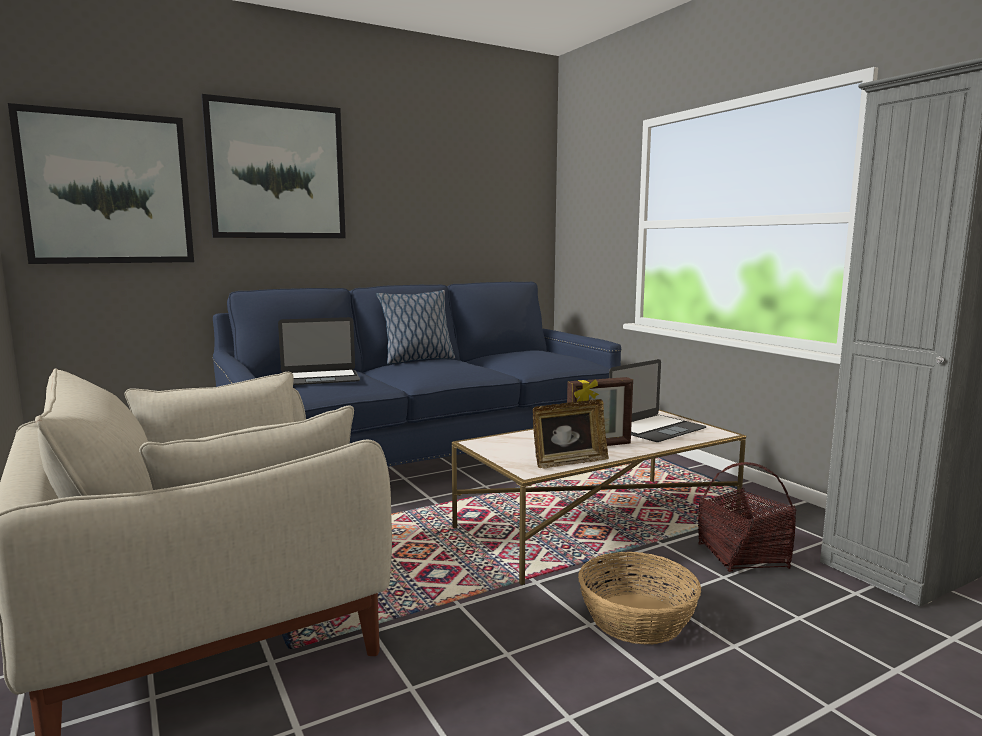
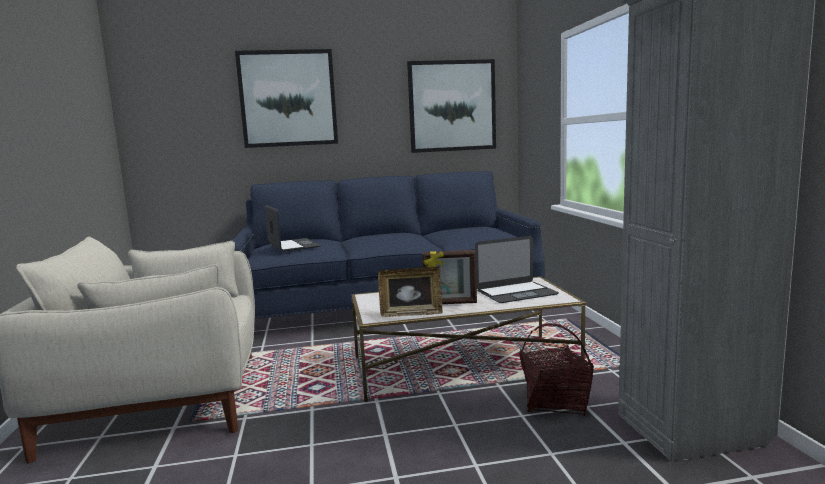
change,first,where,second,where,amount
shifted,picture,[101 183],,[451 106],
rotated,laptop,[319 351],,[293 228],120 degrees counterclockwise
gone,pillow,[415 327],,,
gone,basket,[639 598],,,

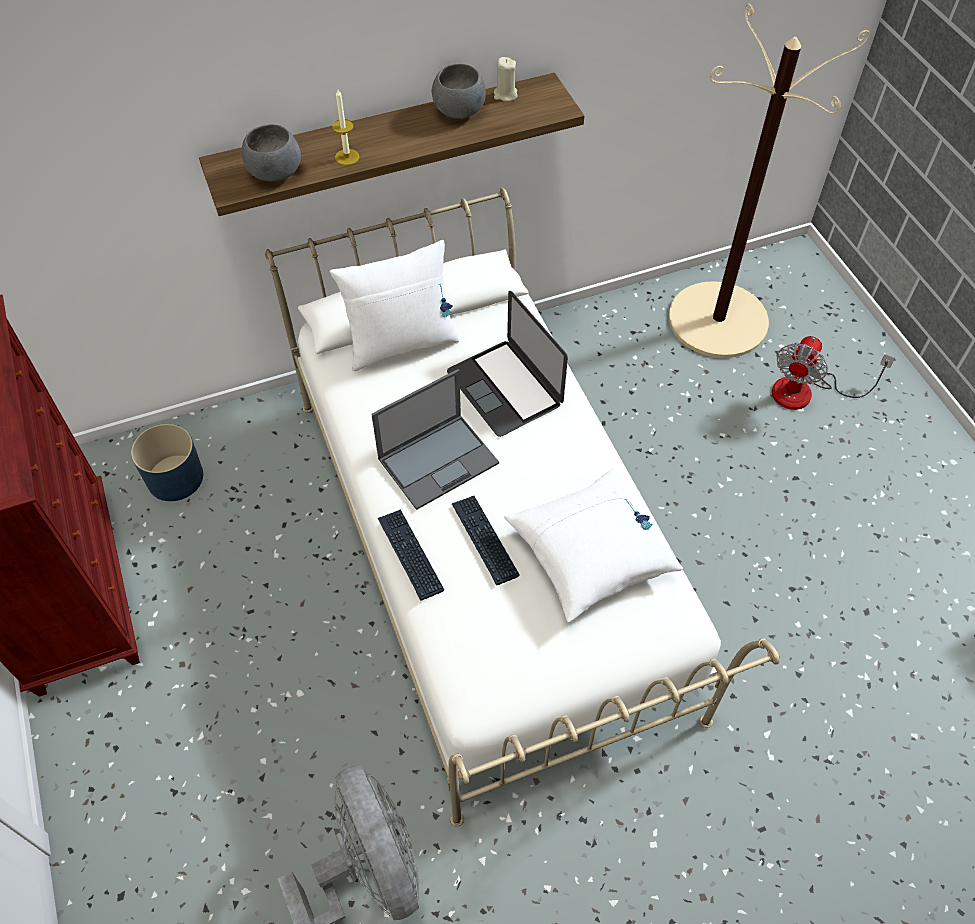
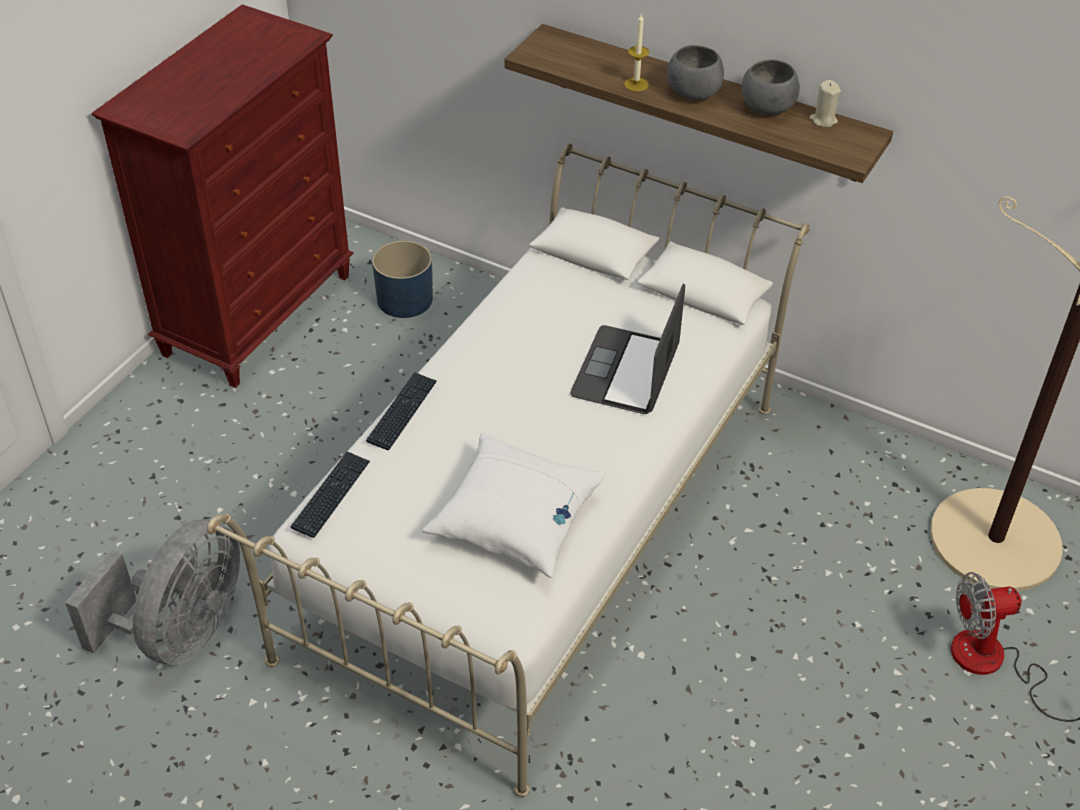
change,first,where,second,where,amount
shifted,bowl (grey),[271 153],,[695 72],
gone,pillow (white),[394 305],,,
gone,laptop,[435 439],,,
shifted,keyboard,[486 540],,[330 494],

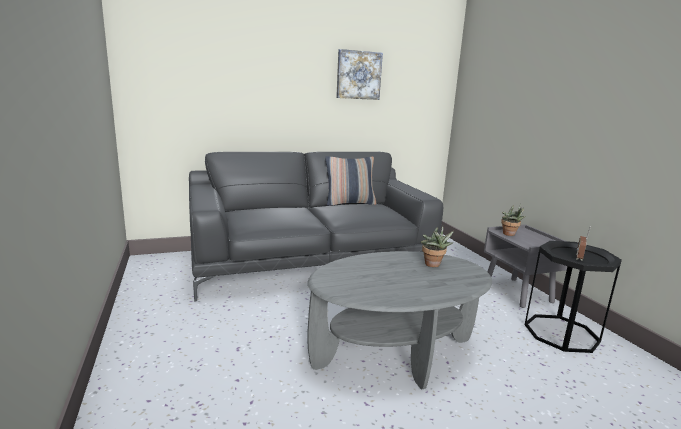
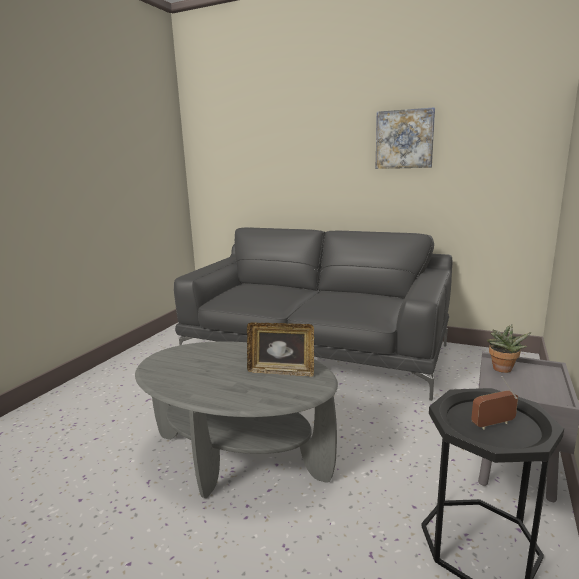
change,first,where,second,where,amount
gone,pillow,[350 181],,,
swapped,potted plant,[437 246],picture frame,[280 350],

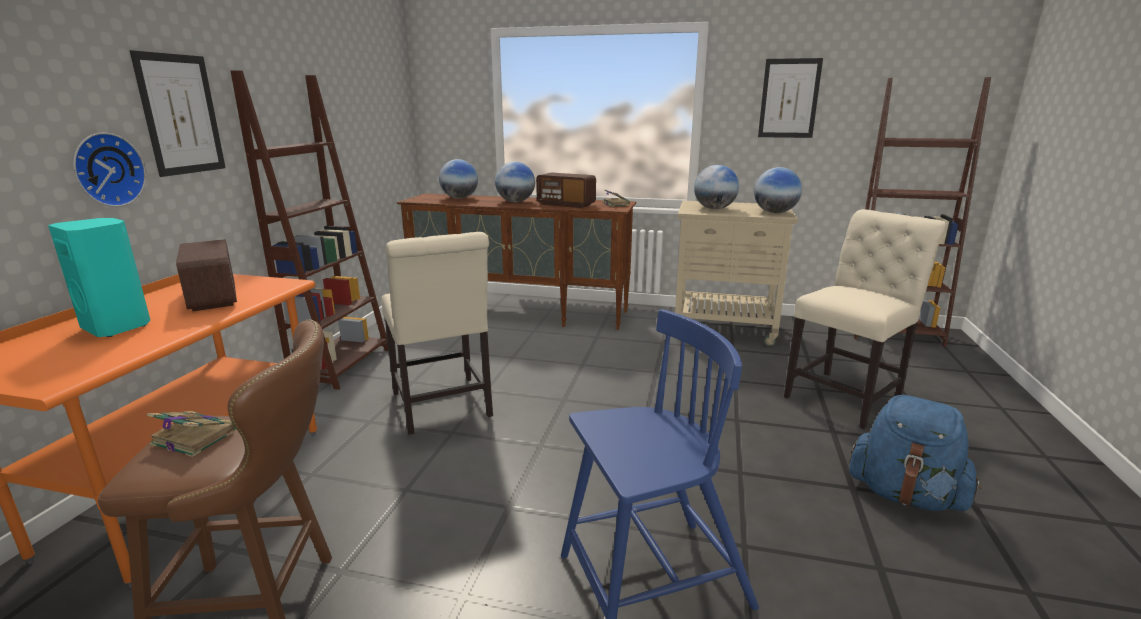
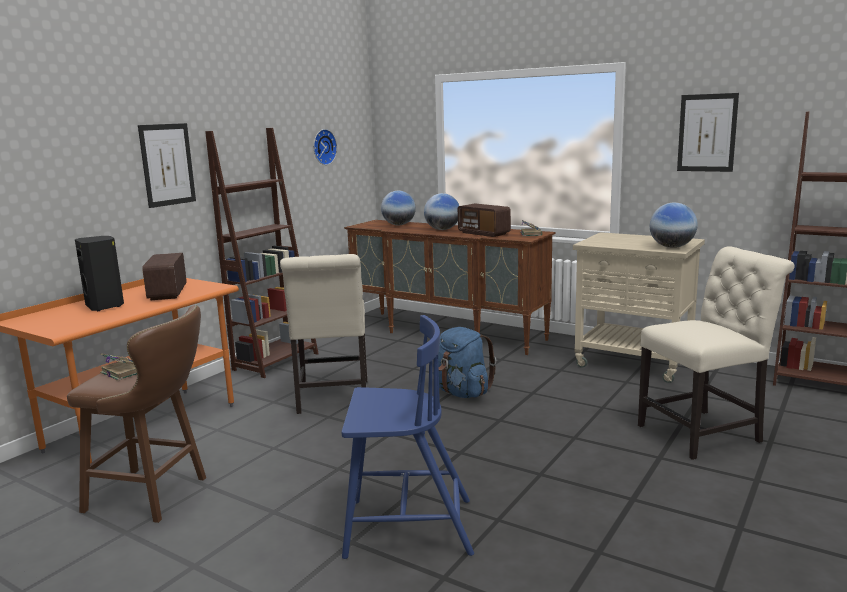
change,first,where,second,where,amount
repainted,speaker (turquoise),[99 277],speaker (black),[99 273],
shifted,wall clock,[109 170],,[325 147],
gone,globe,[716 187],,,
shifted,backpack (blue),[915 453],,[467 362],

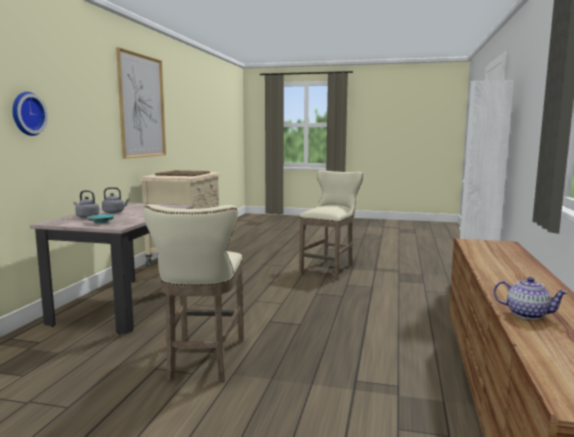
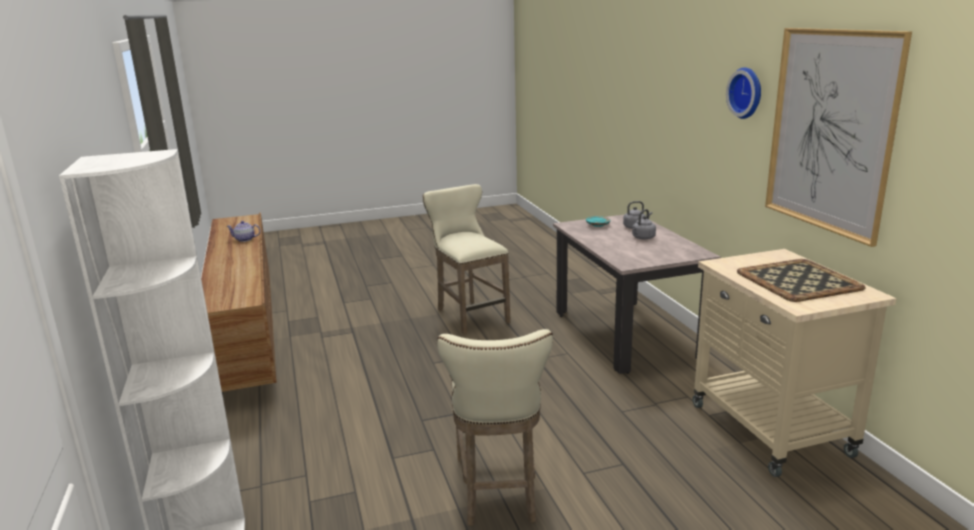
change,first,where,second,where,amount
shifted,wall clock,[30 114],,[743 93],

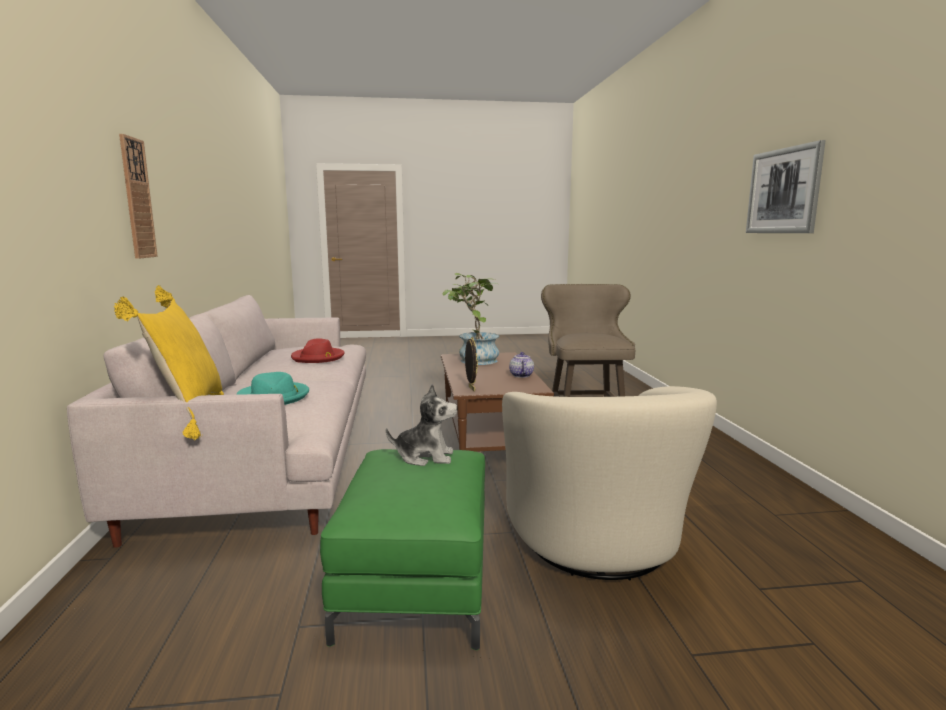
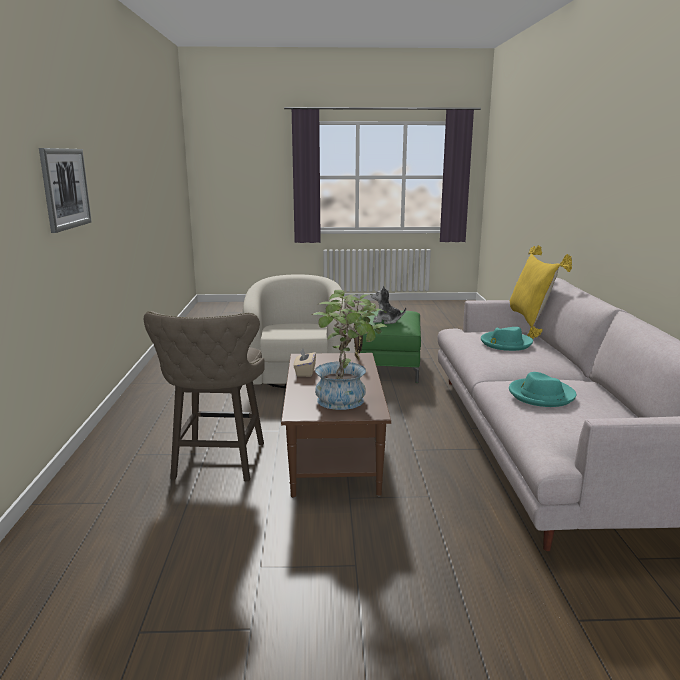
change,first,where,second,where,amount
gone,wall clock,[138 196],,,
repainted,hat (red),[318 350],hat (turquoise),[542 389],
swapped,teapot,[521 365],tissue box (beige),[305 362],

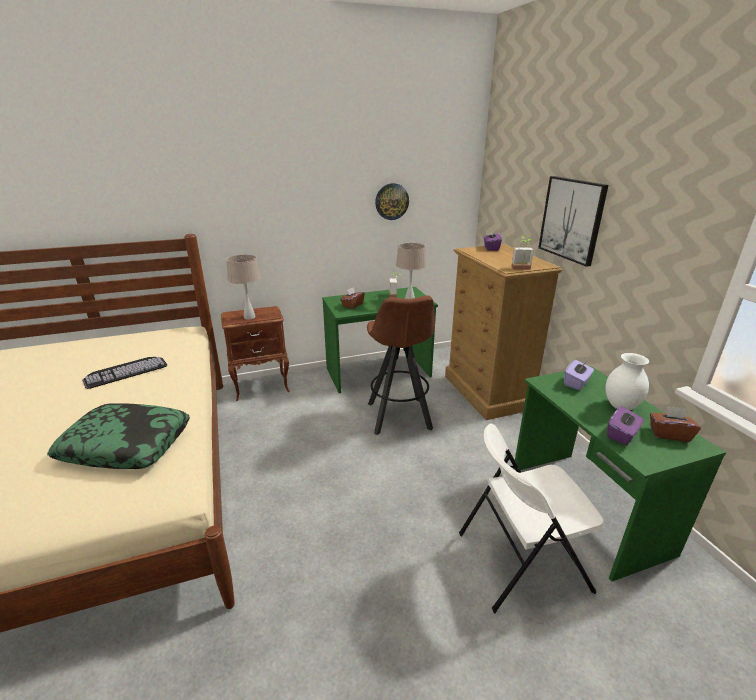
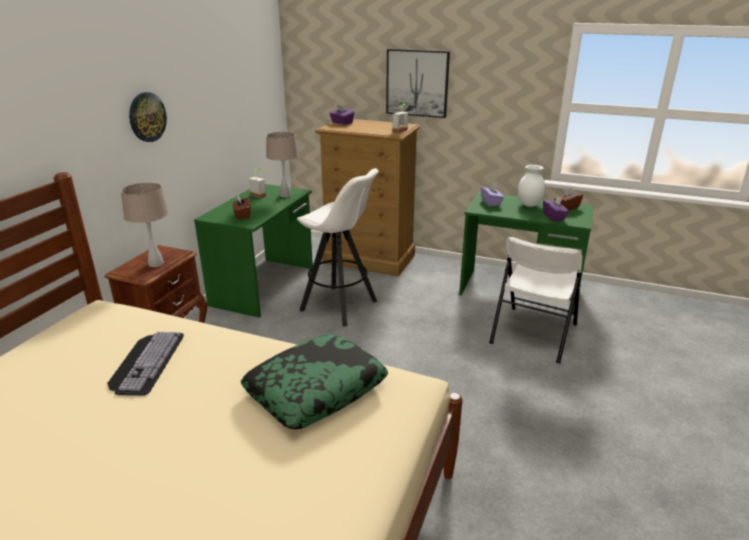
change,first,where,second,where,amount
repainted,stool (brown),[401 365],stool (white),[338 247],
shifted,wall clock,[392 201],,[148 117],

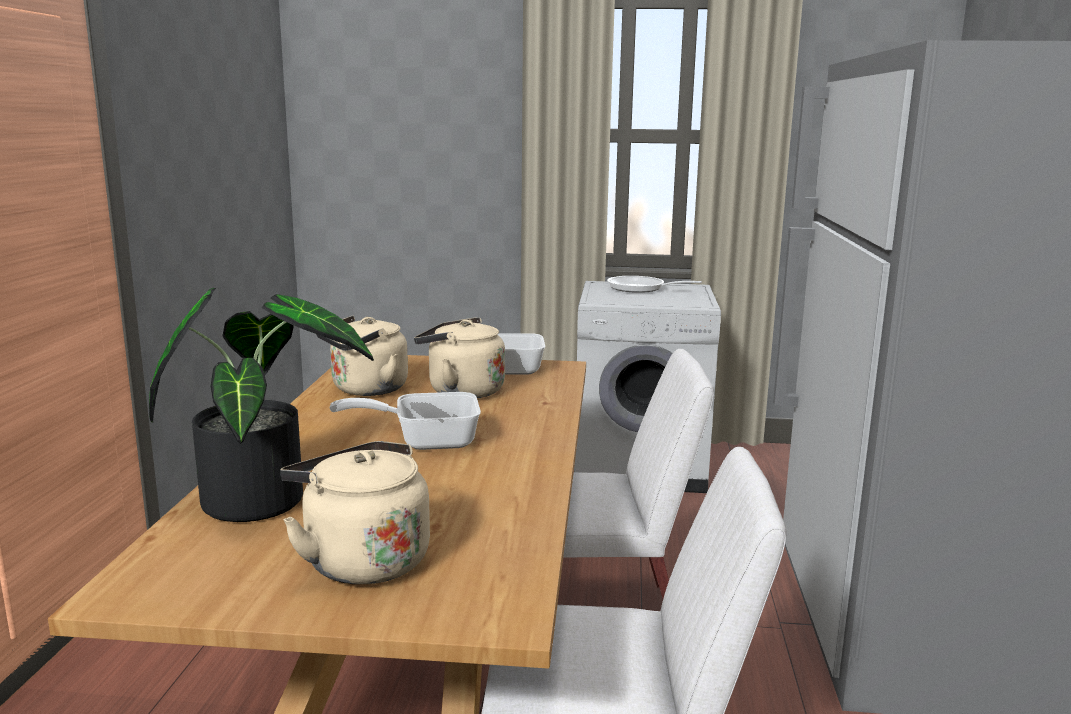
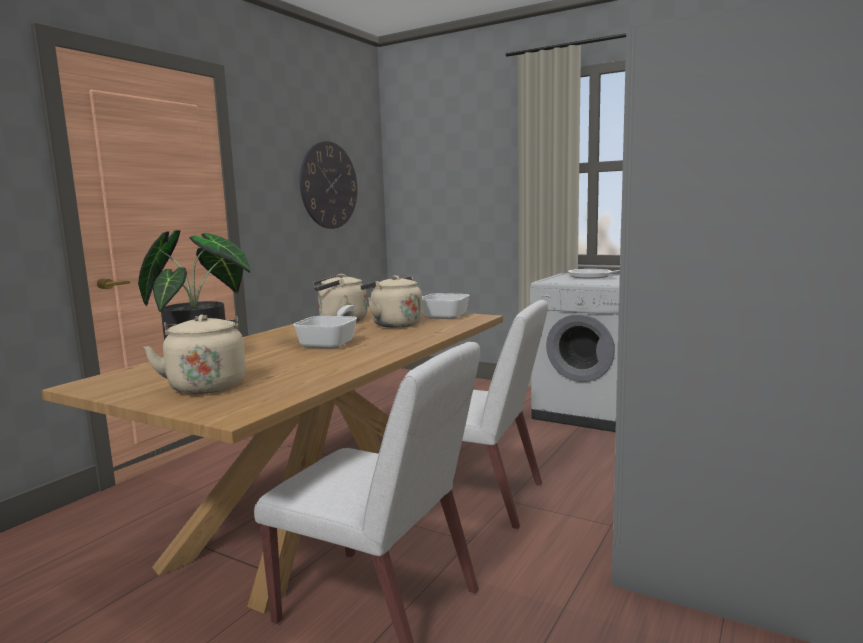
change,first,where,second,where,amount
rotated,frying pan,[405 421],,[325 327],90 degrees clockwise
new,,,wall clock,[328 185],

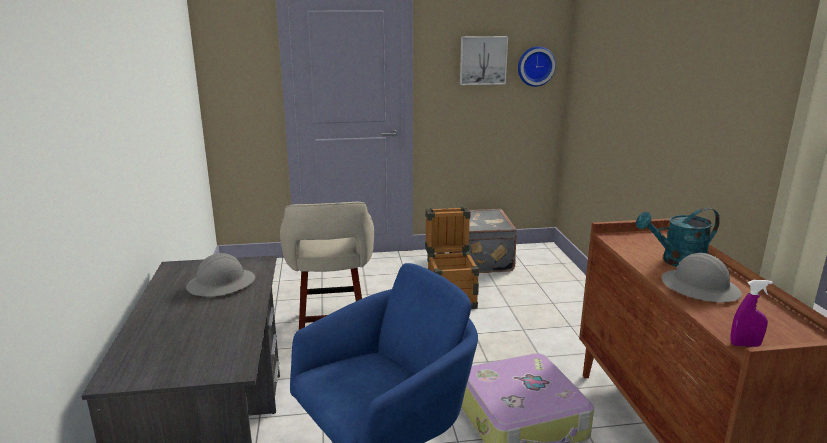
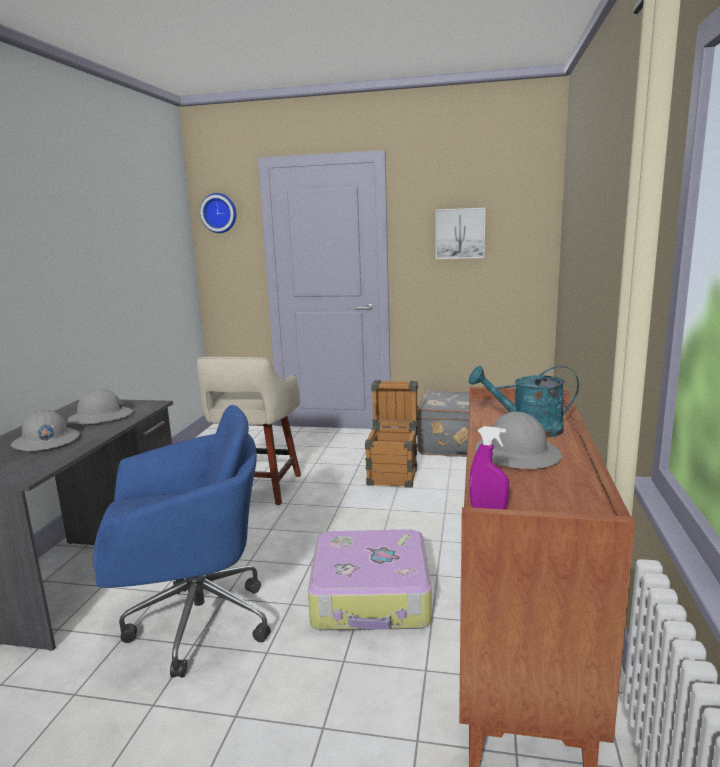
change,first,where,second,where,amount
shifted,wall clock,[537 66],,[218 213],
new,,,hard hat (grey),[45 430],

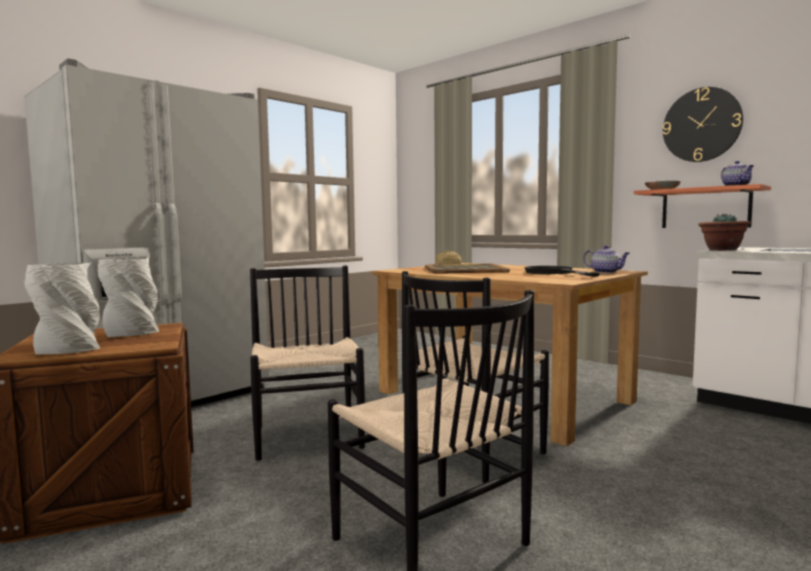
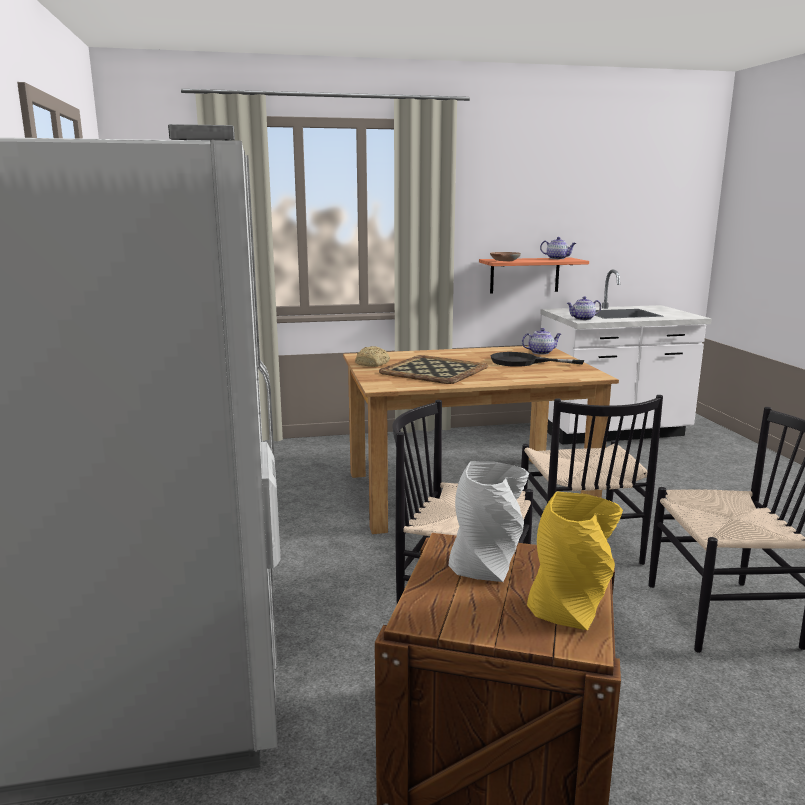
change,first,where,second,where,amount
repainted,vase (grey),[62 309],vase (yellow),[575 561],
gone,wall clock,[703 124],,,
swapped,potted plant,[724 232],teapot,[584 308],

